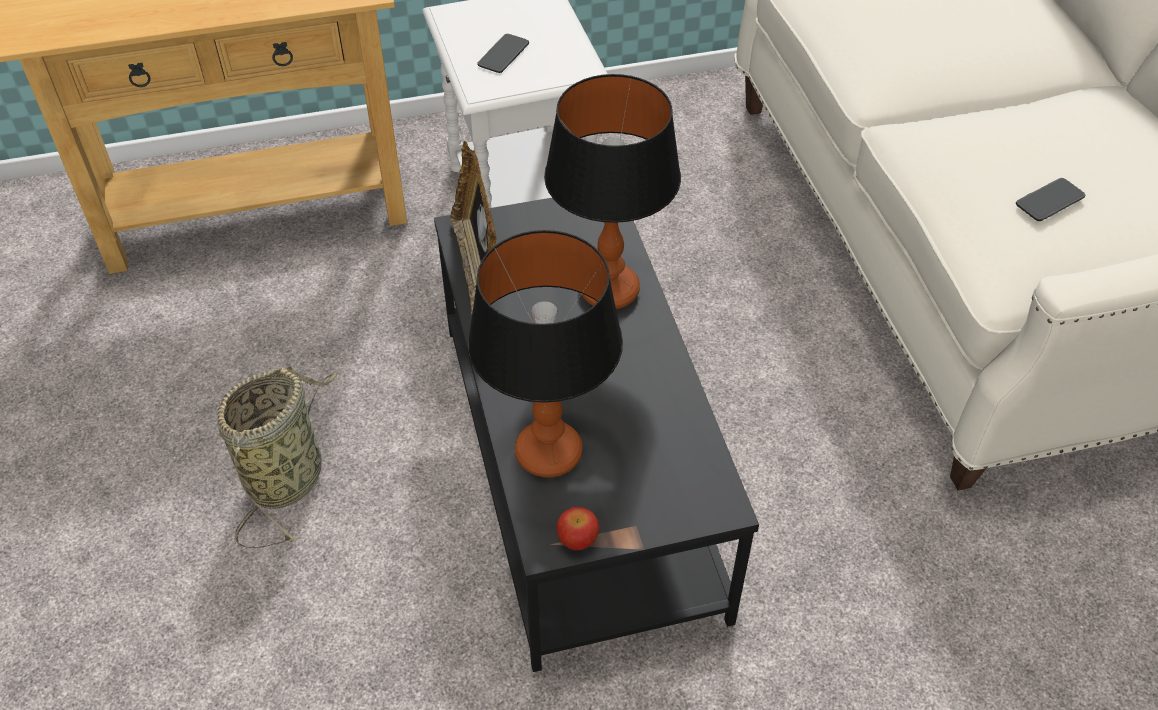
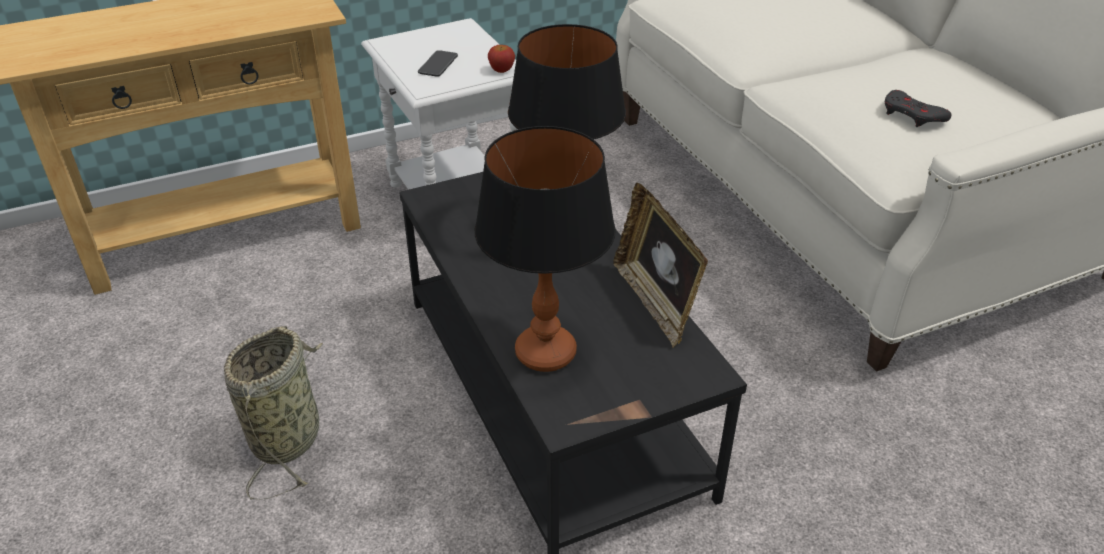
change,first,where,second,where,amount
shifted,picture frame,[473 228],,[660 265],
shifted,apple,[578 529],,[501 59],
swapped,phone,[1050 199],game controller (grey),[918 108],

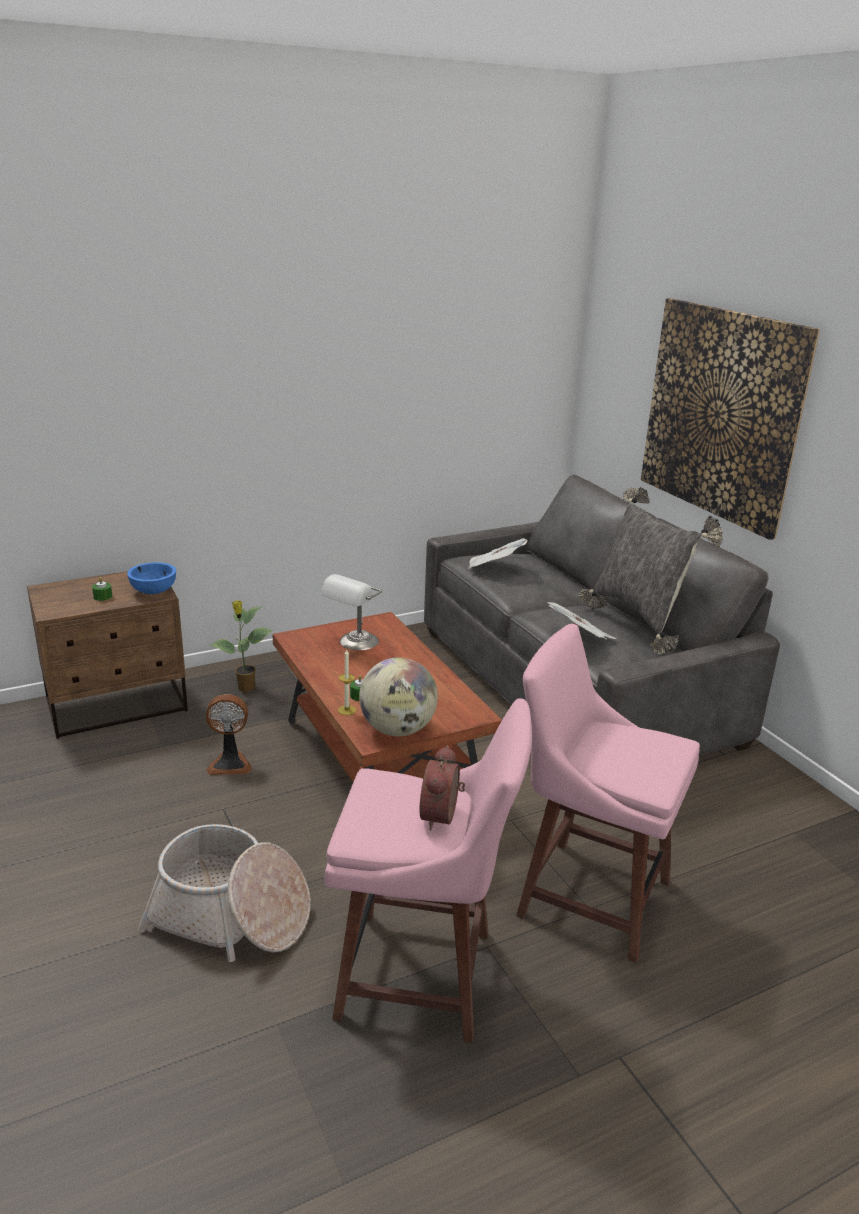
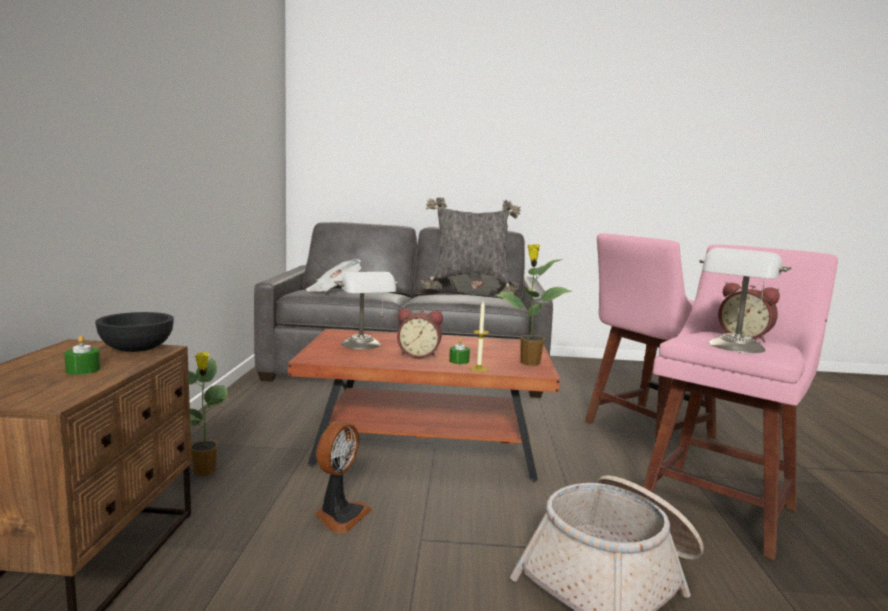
change,first,where,second,where,amount
repainted,bowl (blue),[151 578],bowl (black),[134 332],
swapped,globe,[398 696],potted plant,[533 305],
gone,picture,[730 419],,,
new,,,alarm clock,[420 333],
new,,,table lamp (white),[745 300],

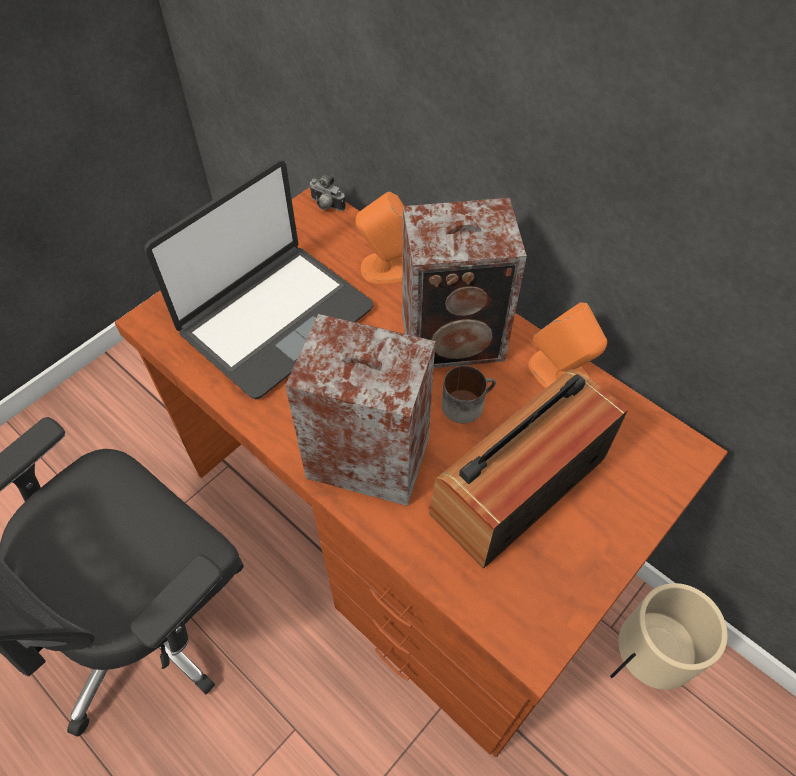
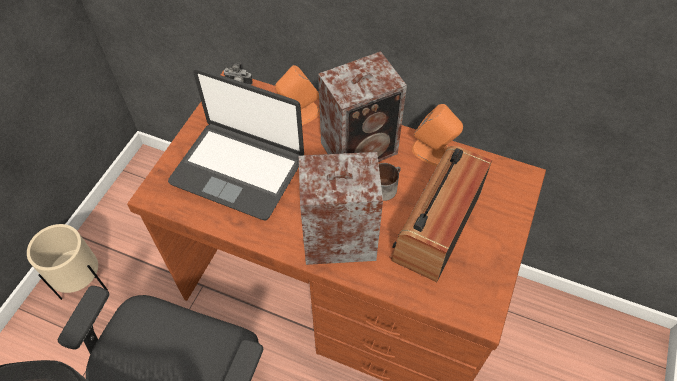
change,first,where,second,where,amount
rotated,laptop,[259 279],,[236 144],90 degrees clockwise
shifted,planter (beige),[669 636],,[67 262],

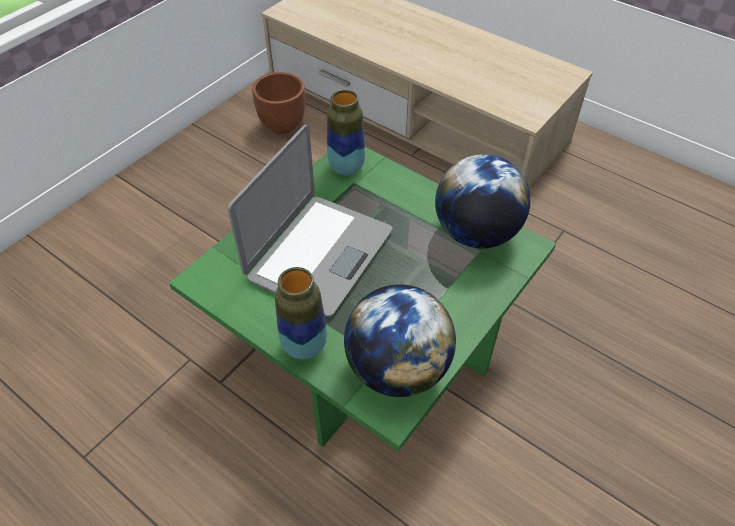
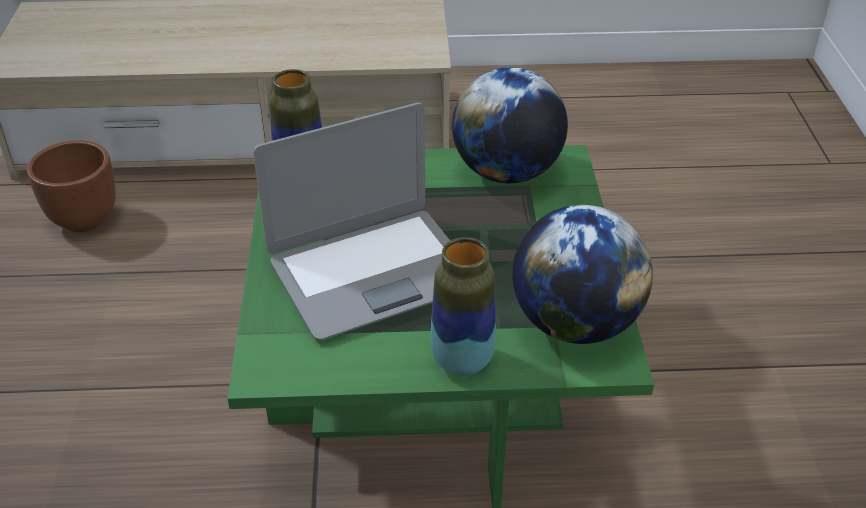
change,first,where,second,where,amount
rotated,laptop,[310 221],,[351 221],75 degrees clockwise

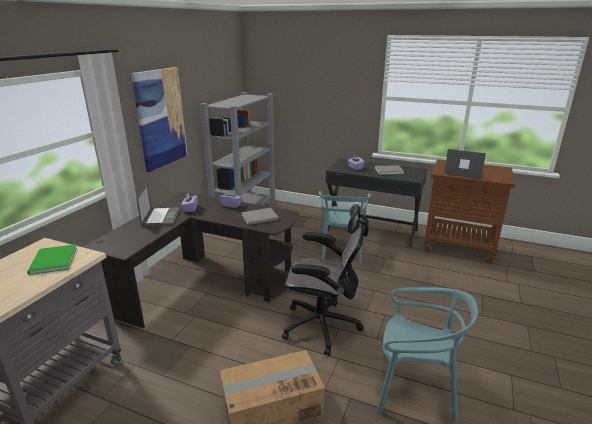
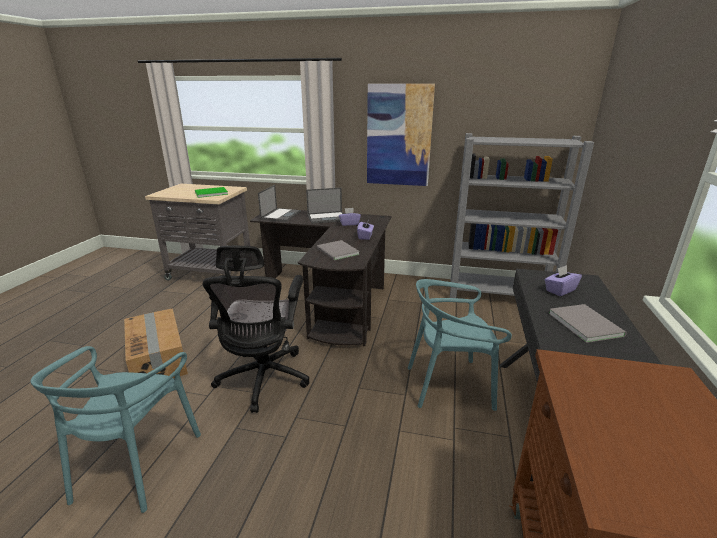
change,first,where,second,where,amount
shifted,laptop,[465 164],,[279 203],

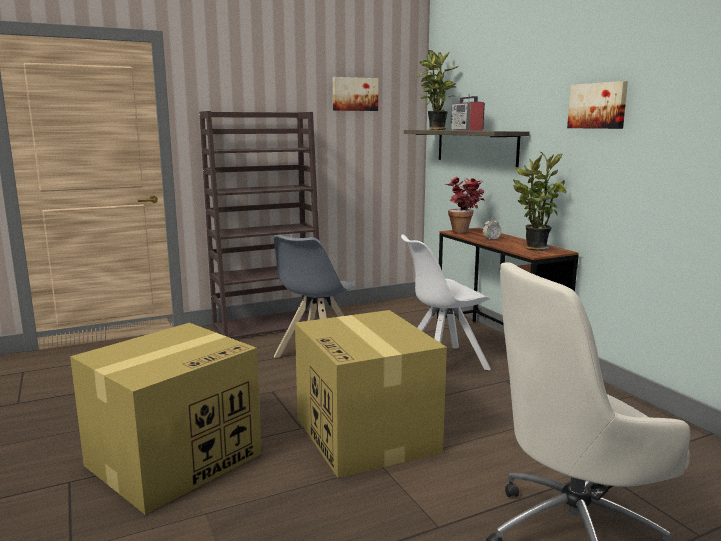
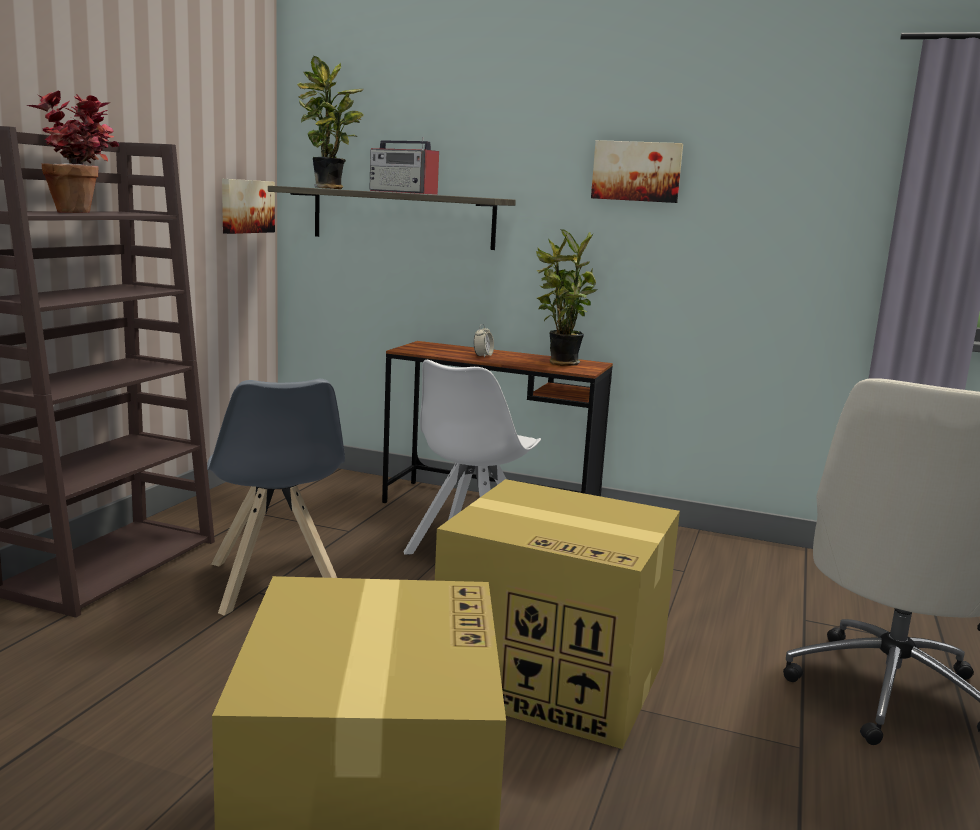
change,first,where,second,where,amount
shifted,picture,[355 94],,[248 206],
shifted,potted plant,[464 205],,[72 151],

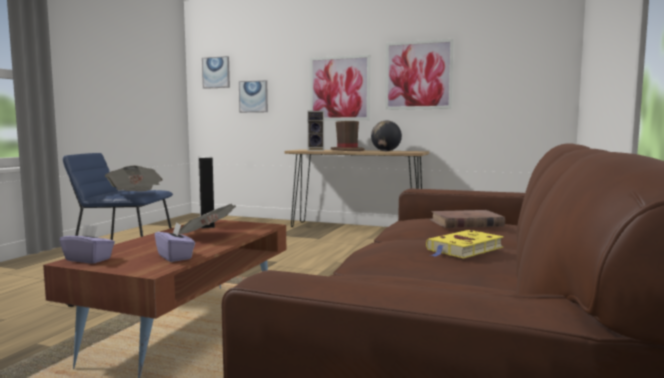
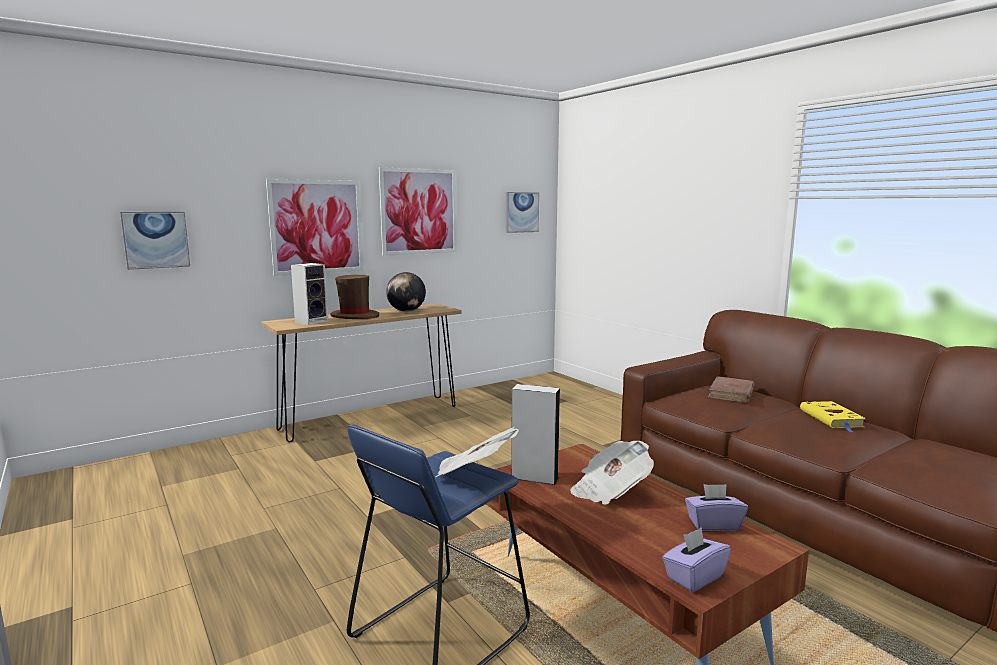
change,first,where,second,where,amount
shifted,picture,[216 72],,[522 212],

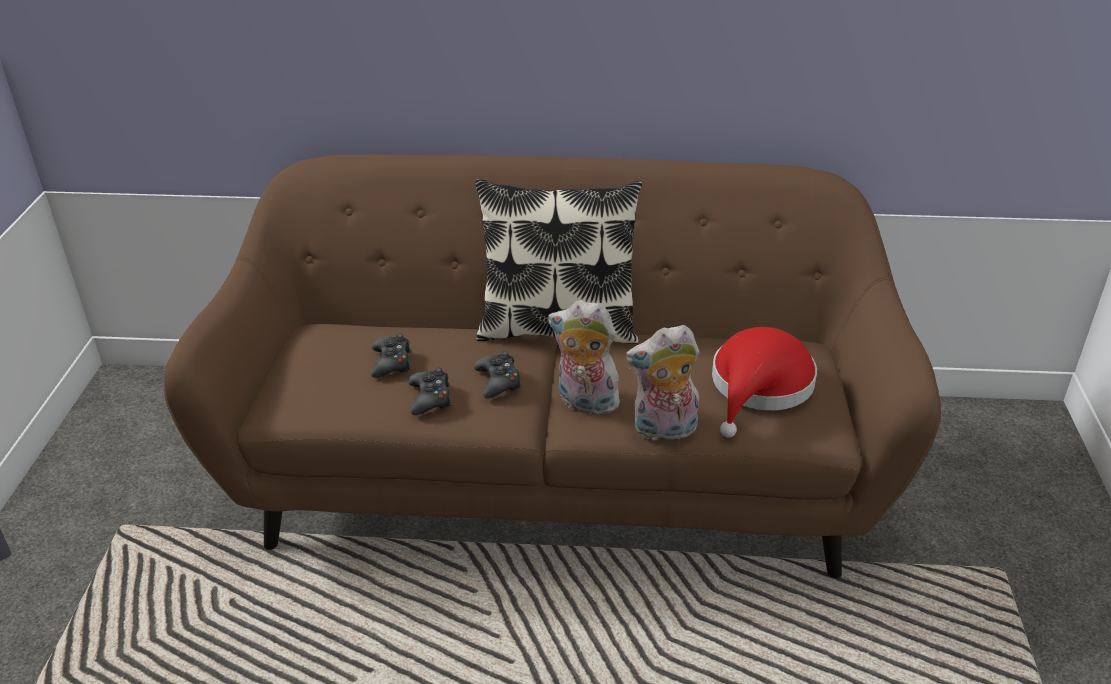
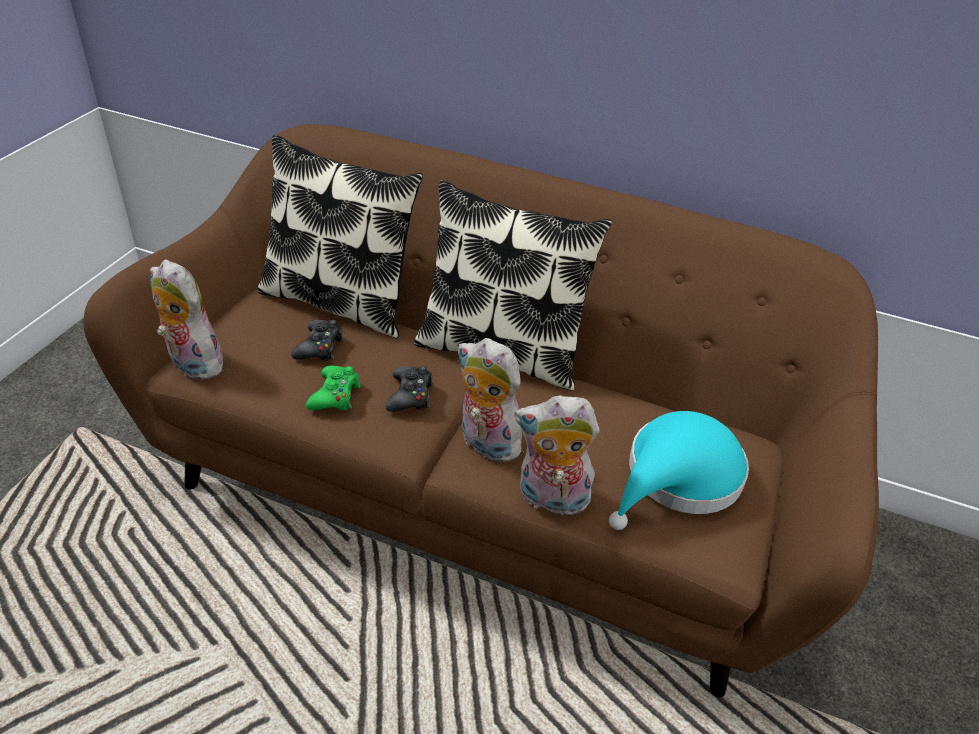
change,first,where,second,where,amount
repainted,game controller (black),[430 391],game controller (green),[333 388],
repainted,hat (red),[764 382],hat (turquoise),[679 470],
new,,,plush toy,[187 319],
new,,,pillow,[340 237],

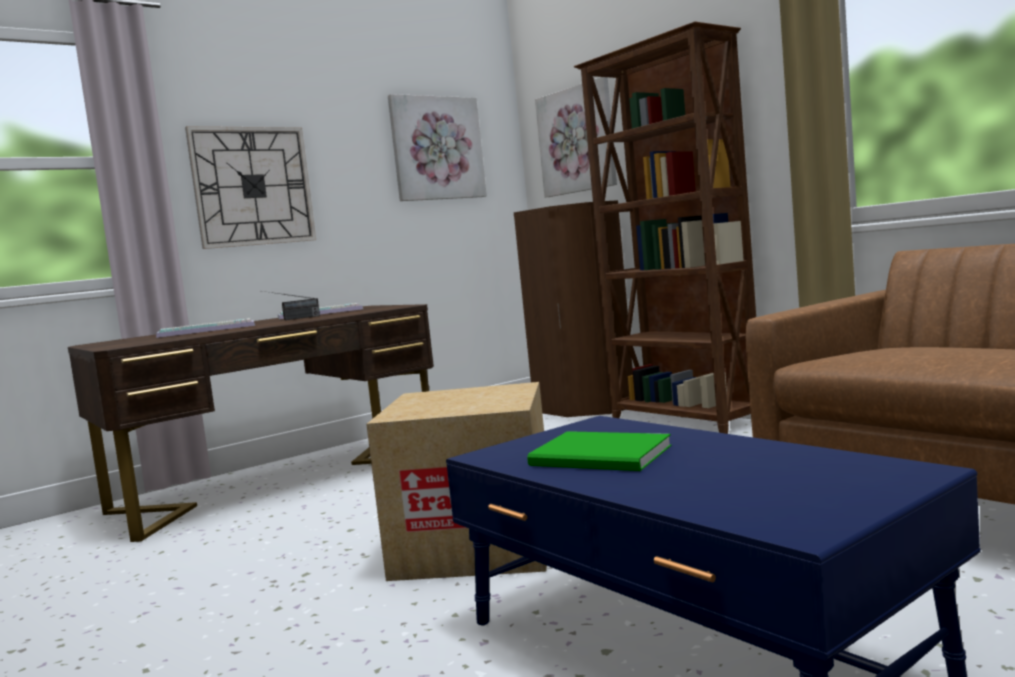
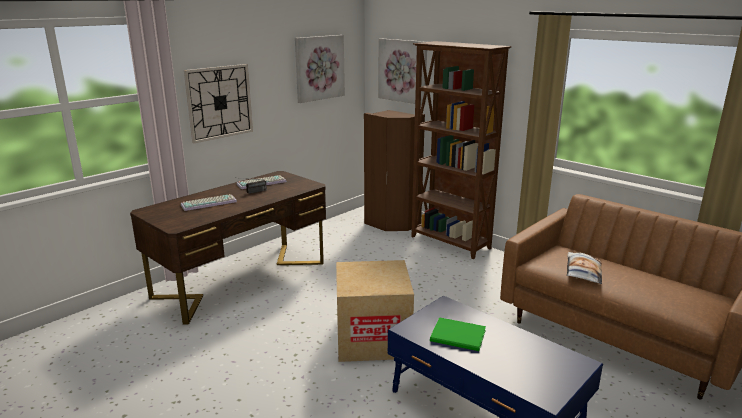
change,first,where,second,where,amount
new,,,pillow,[584 268],

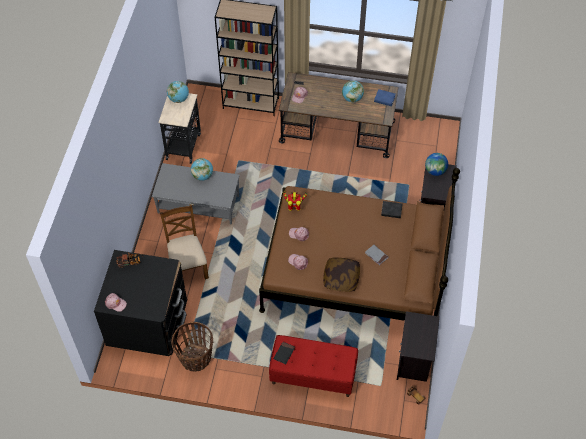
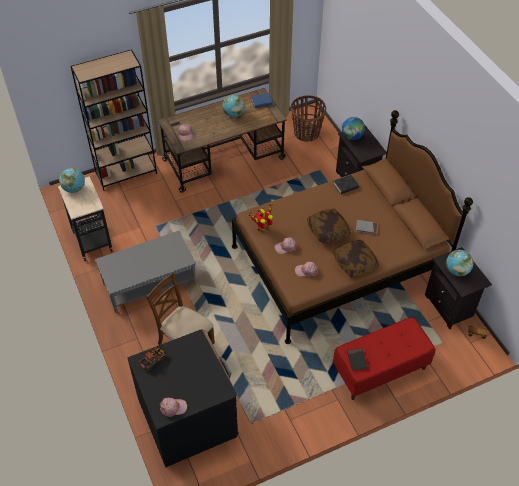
change,first,where,second,where,amount
shifted,basket,[192 347],,[308 118],
shifted,globe,[202 169],,[460 263],
new,,,pillow,[329 226],

